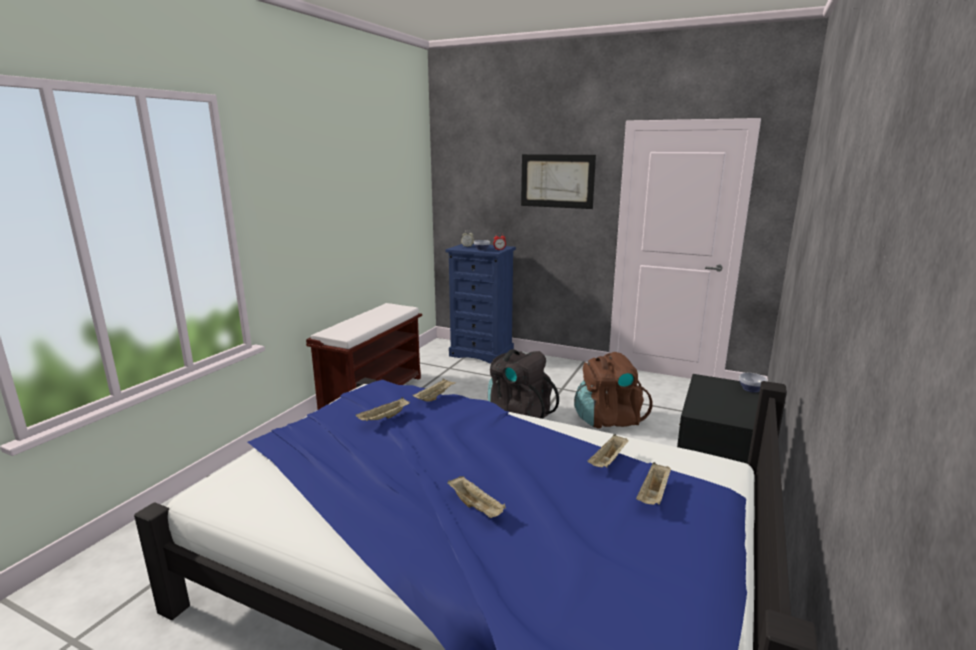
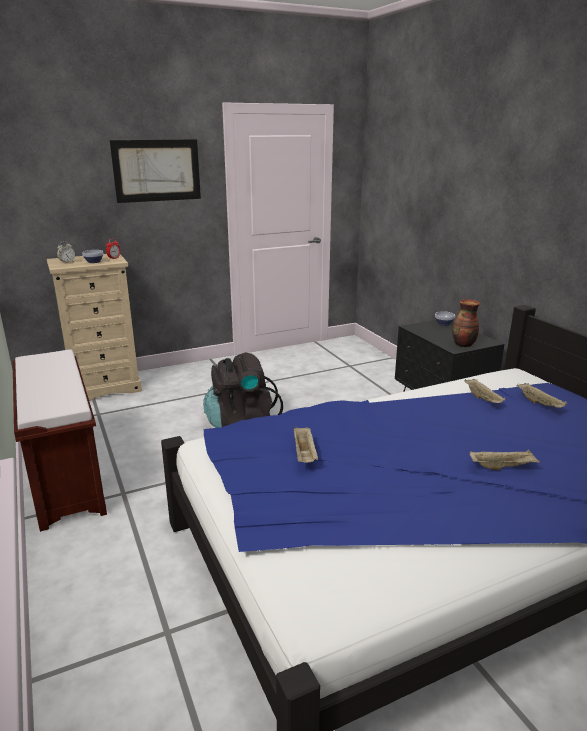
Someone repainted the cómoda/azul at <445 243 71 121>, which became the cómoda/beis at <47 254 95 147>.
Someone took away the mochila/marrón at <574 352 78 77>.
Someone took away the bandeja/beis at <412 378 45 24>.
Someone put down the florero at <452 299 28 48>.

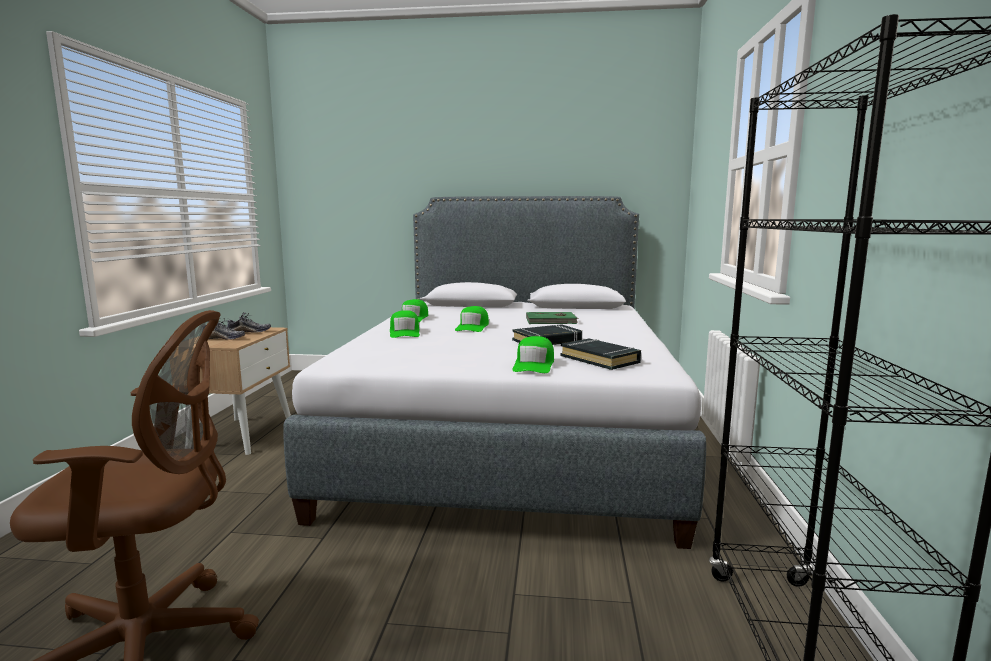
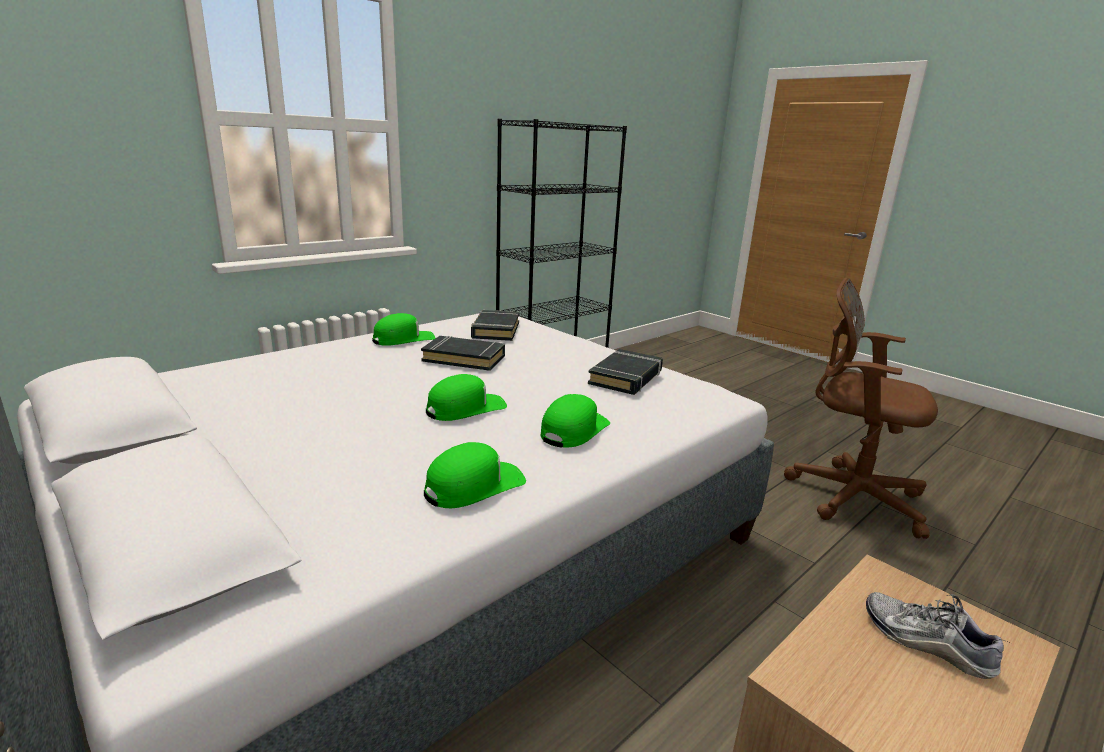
Someone took away the zapato at <227 312 44 21>.
Someone took away the libro/verde at <526 312 52 12>.
Someone carried the gorra/verde from <512 336 42 37> to <372 313 63 33>.
Someone put down the libro/negro at <588 349 75 46>.

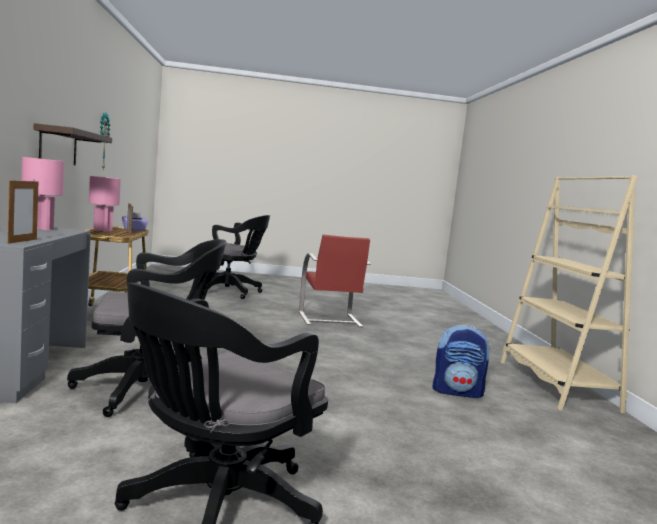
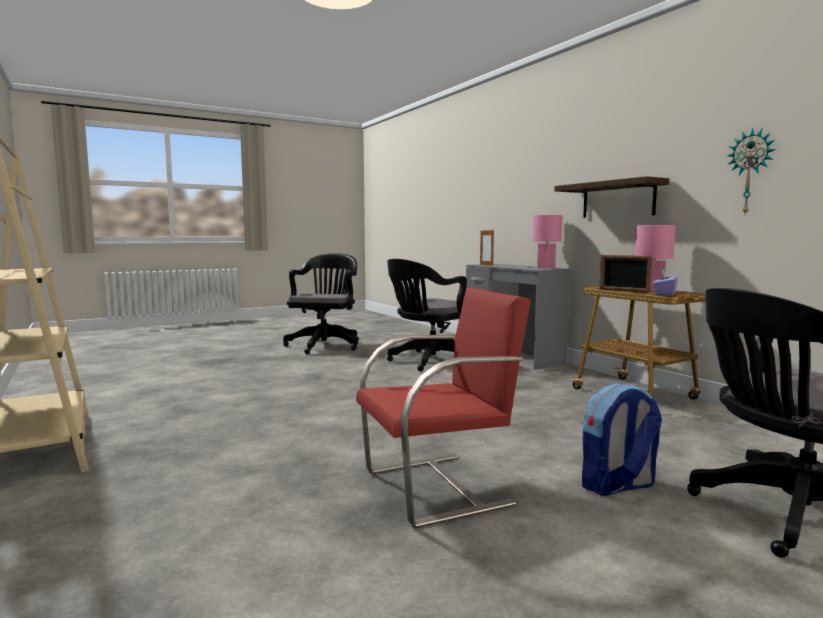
Someone rotated the silla/rojo at <299 234 72 93> by 105 degrees clockwise.
Someone carried the mochila from <432 325 58 73> to <582 383 80 113>.

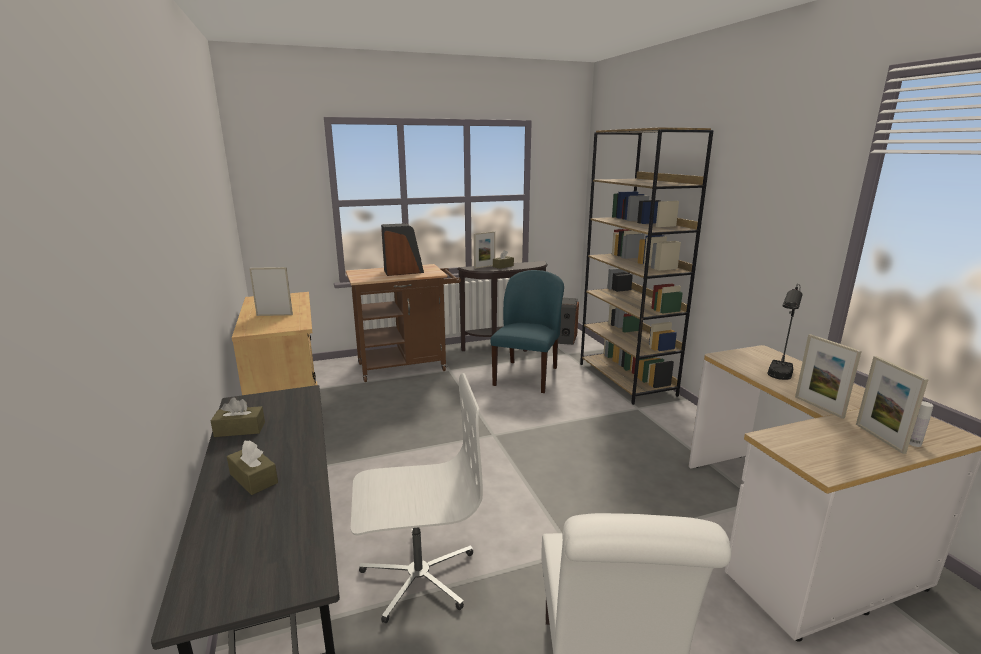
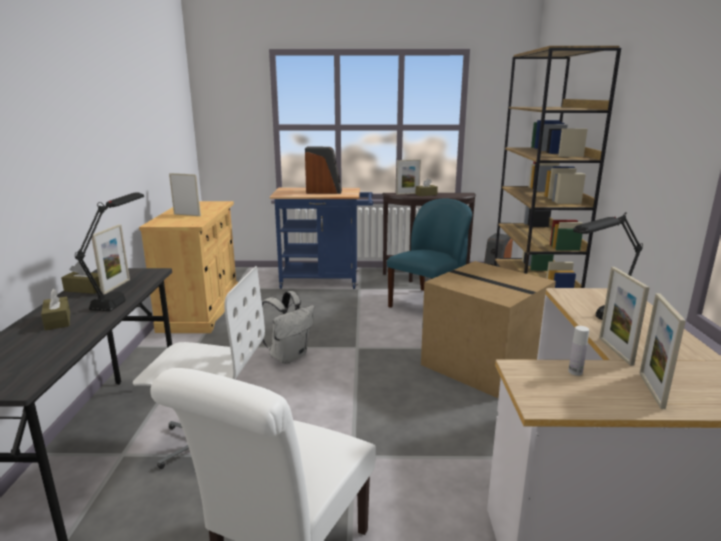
Someone repainted the carrito/marrón at <346 264 115 118>, which became the carrito/azul at <270 188 103 101>.
Someone carried the botella/blanco from <909 401 25 46> to <568 326 21 50>.
Someone put down the lámpara de mesa/negro at <75 192 69 119>.
Someone put down the portarretratos at <92 224 38 71>.
Someone put down the caja de cartón at <421 261 135 137>.
Someone put down the mochila/blanco at <262 291 53 73>.

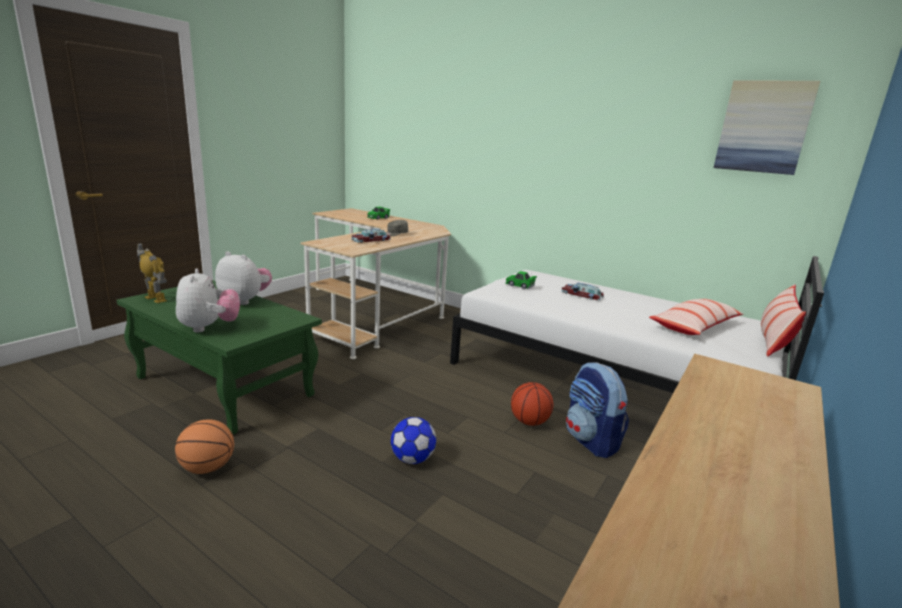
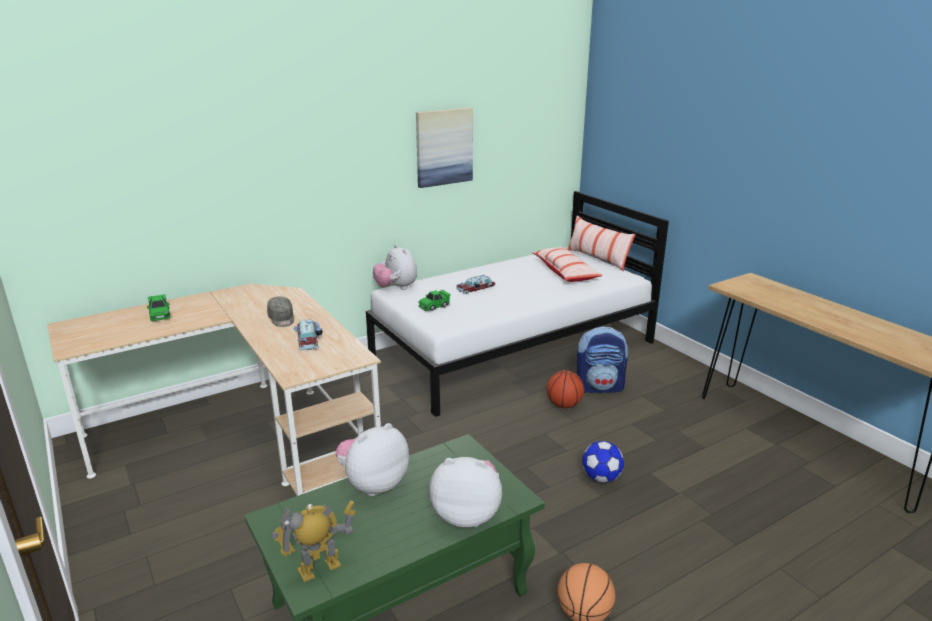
Someone carried the cuadro from <714 80 106 95> to <416 108 57 80>.
Someone put down the peluche at <373 245 44 45>.

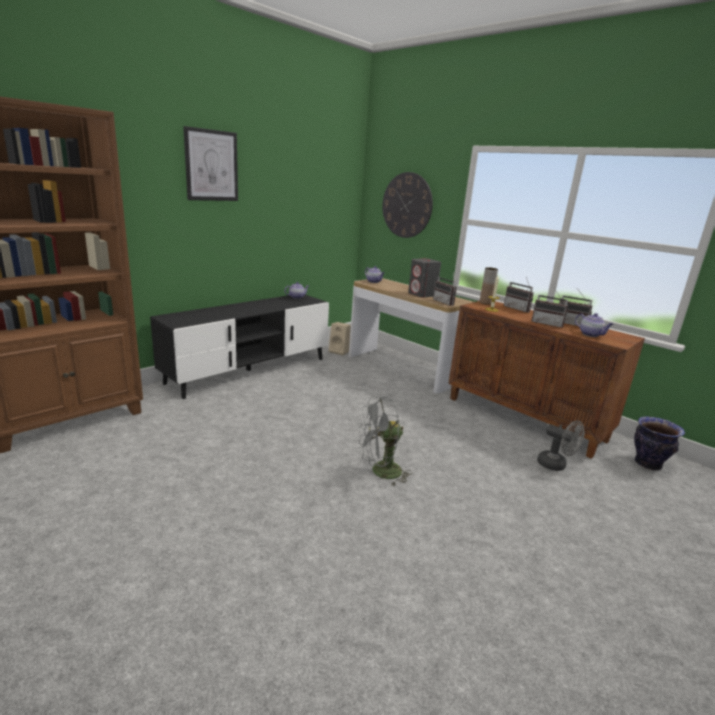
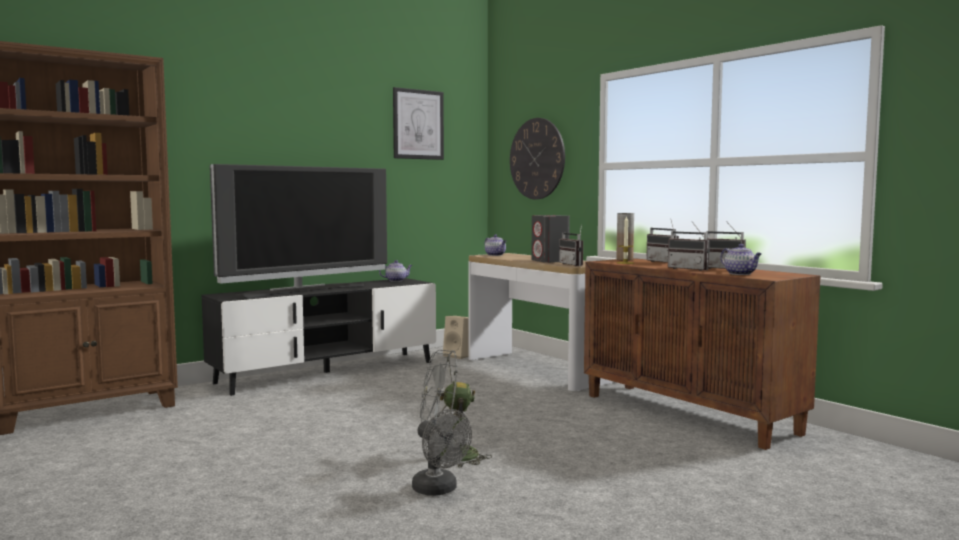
Someone carried the cuadro from <183 126 55 75> to <393 87 51 73>.
Someone took away the florero at <634 416 51 54>.
Someone carried the ventilador/gris from <537 421 48 50> to <412 409 60 87>.
Someone put down the televisor at <210 164 177 135>.

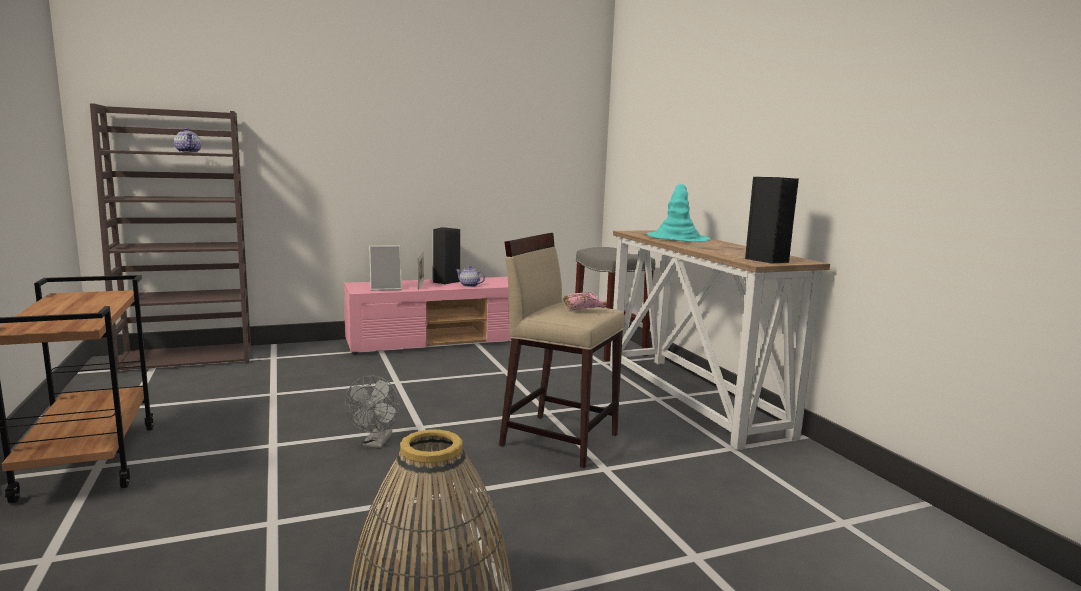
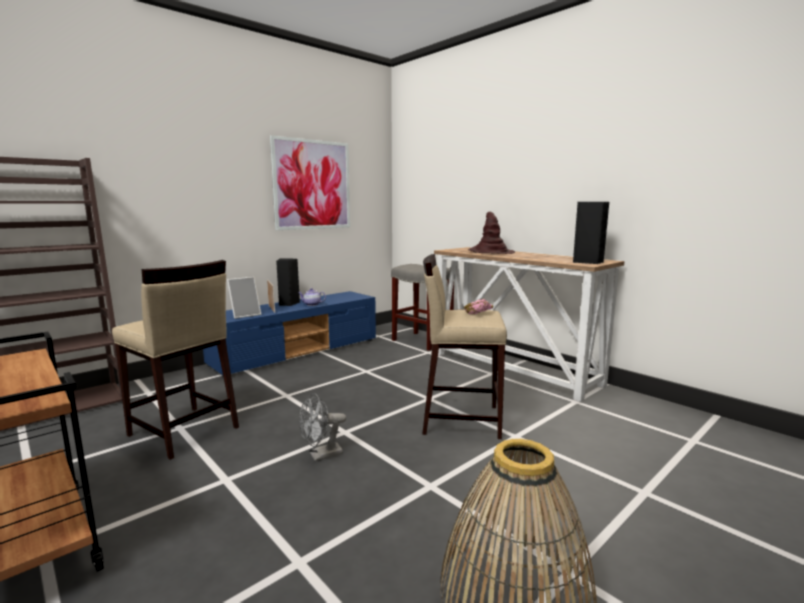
Someone took away the tetera at <174 128 27 25>.
Someone repainted the sombrero/turquesa at <647 184 64 58>, which became the sombrero/marrón at <468 212 47 42>.
Someone repainted the mueble de televisión/rosa at <344 277 167 78>, which became the mueble de televisión/azul at <203 291 173 87>.
Someone rotated the ventilador/gris at <345 376 55 72> by 75 degrees clockwise.
Someone put up the cuadro at <270 135 80 95>.
Someone put down the taburete/beis at <112 260 127 200>.

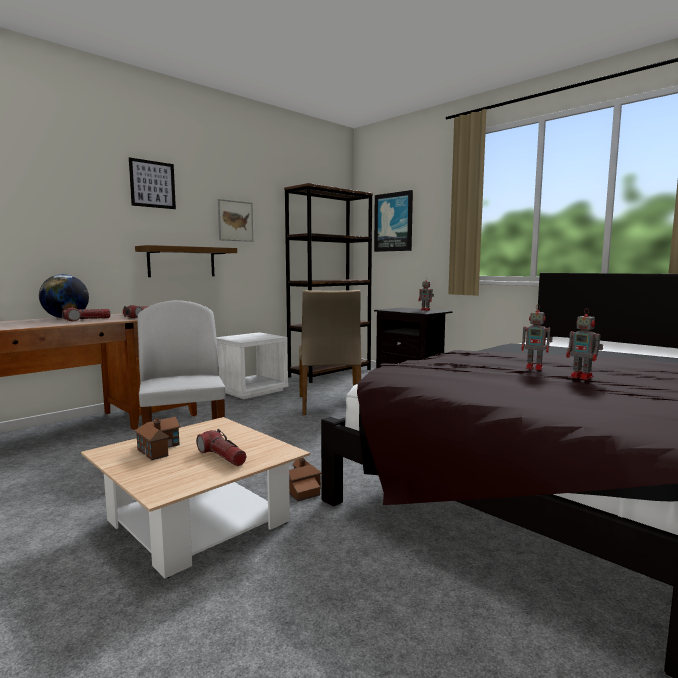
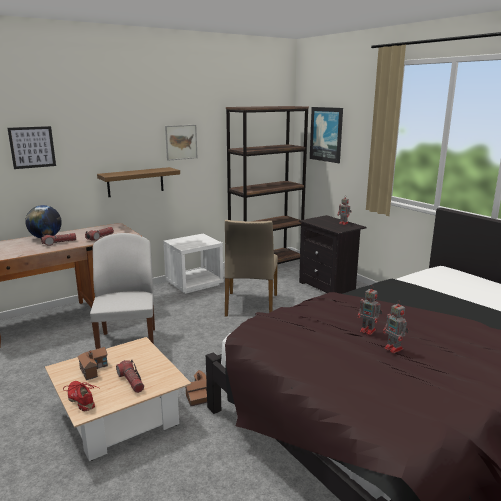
Someone carried the cuadro from <129 157 47 52> to <7 126 49 43>.
Someone put down the zapato/rojo at <63 381 36 30>.

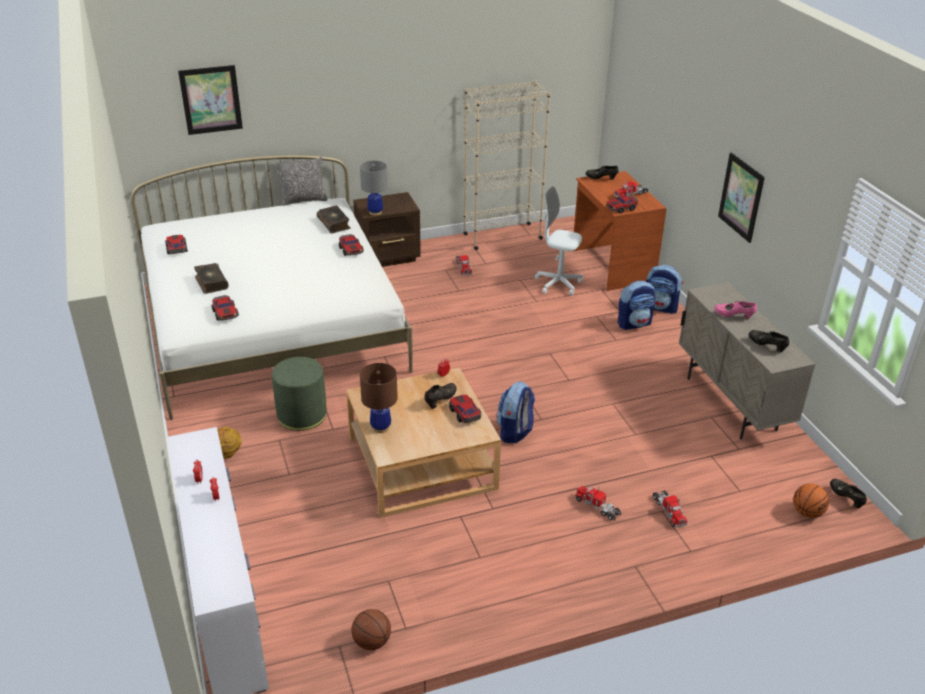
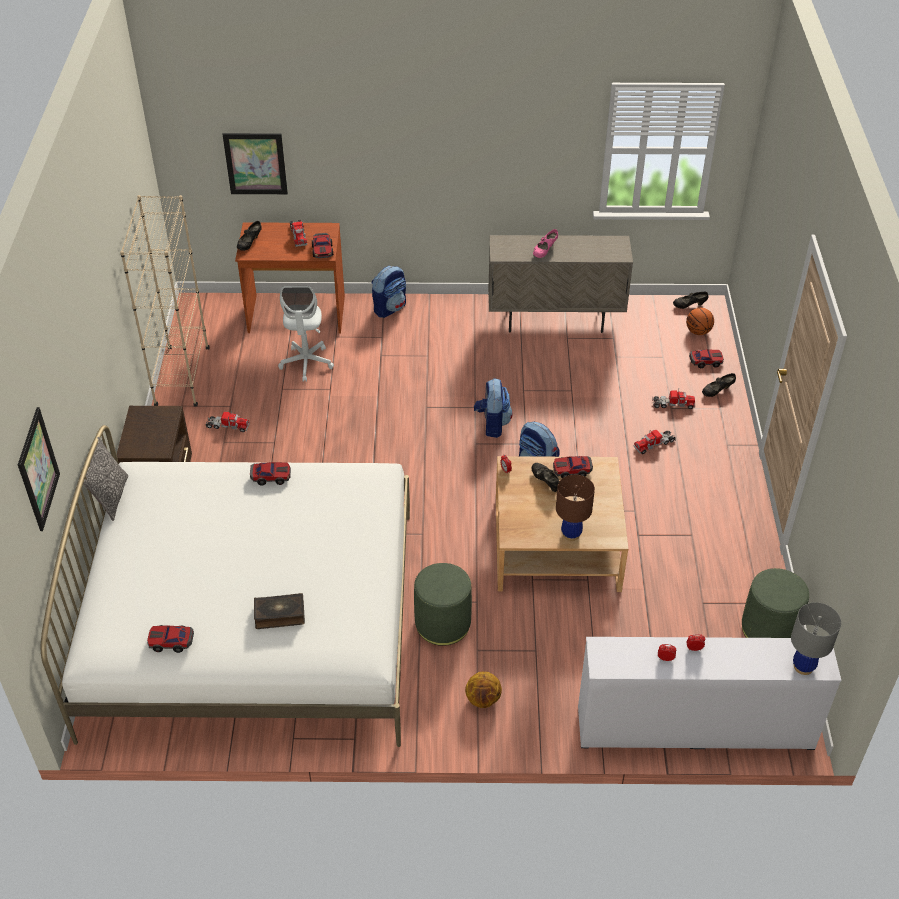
Someone carried the cuadro from <718 153 47 90> to <223 133 65 61>.
Someone carried the lámpara de mesa/gris from <360 161 28 54> to <791 602 50 73>.
Someone rotated the silla de oficina/blanco at <535 186 48 110> by 45 degrees counterclockwise.
Someone took away the libro at <317 205 33 29>.
Someone carried the mochila from <618 281 37 49> to <474 378 39 60>.
Someone carried the coche de juguete from <212 295 27 26> to <689 349 35 19>.
Someone carried the zapato/negro from <749 330 40 22> to <702 373 34 24>.
Someone swapped the balón de baloncesto at <351 609 40 41> for the puf/verde at <742 568 67 70>.

